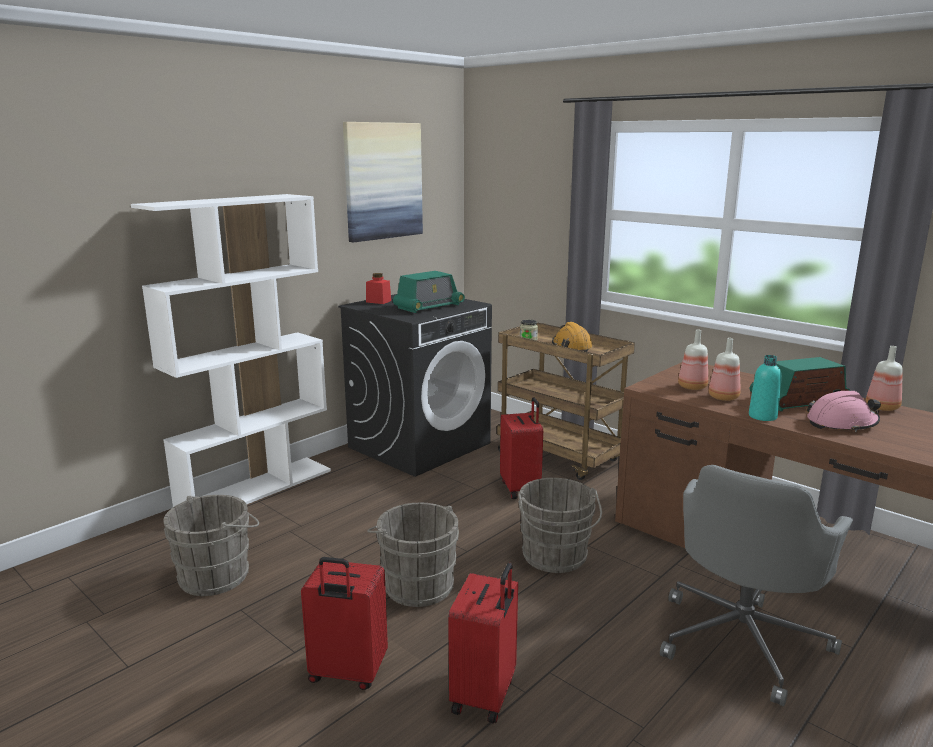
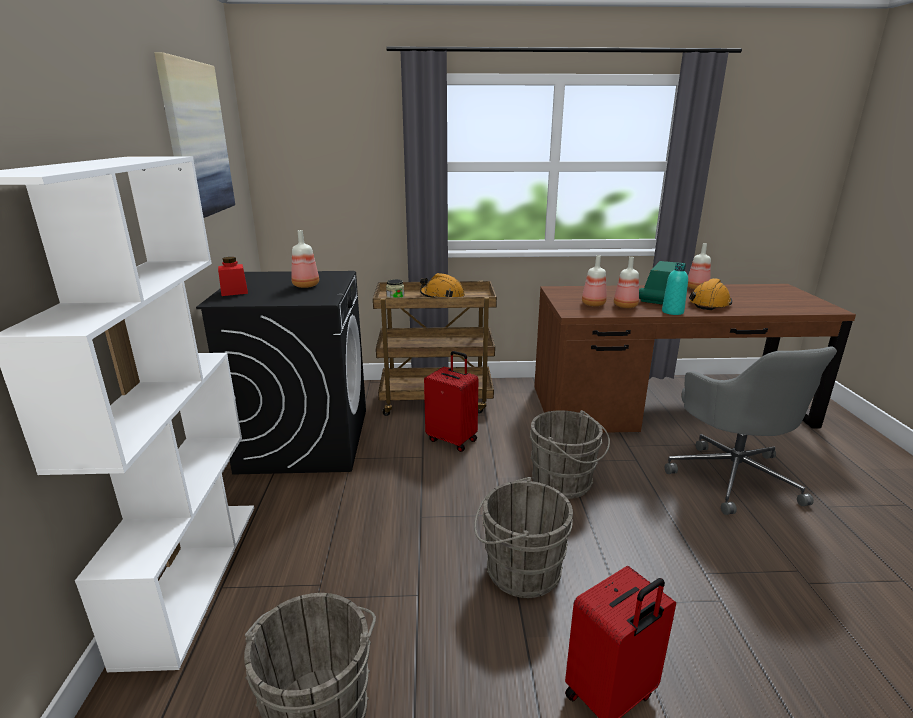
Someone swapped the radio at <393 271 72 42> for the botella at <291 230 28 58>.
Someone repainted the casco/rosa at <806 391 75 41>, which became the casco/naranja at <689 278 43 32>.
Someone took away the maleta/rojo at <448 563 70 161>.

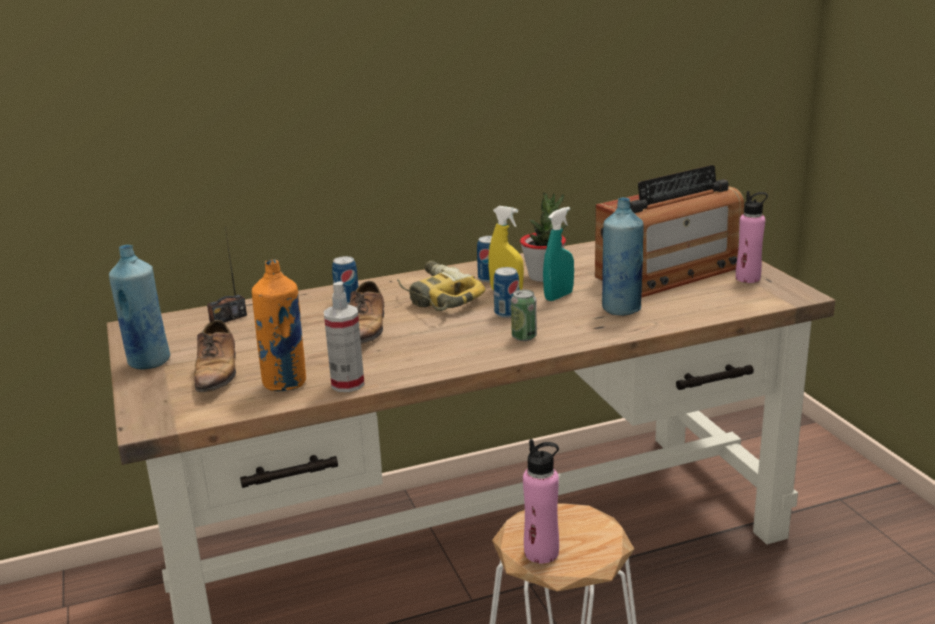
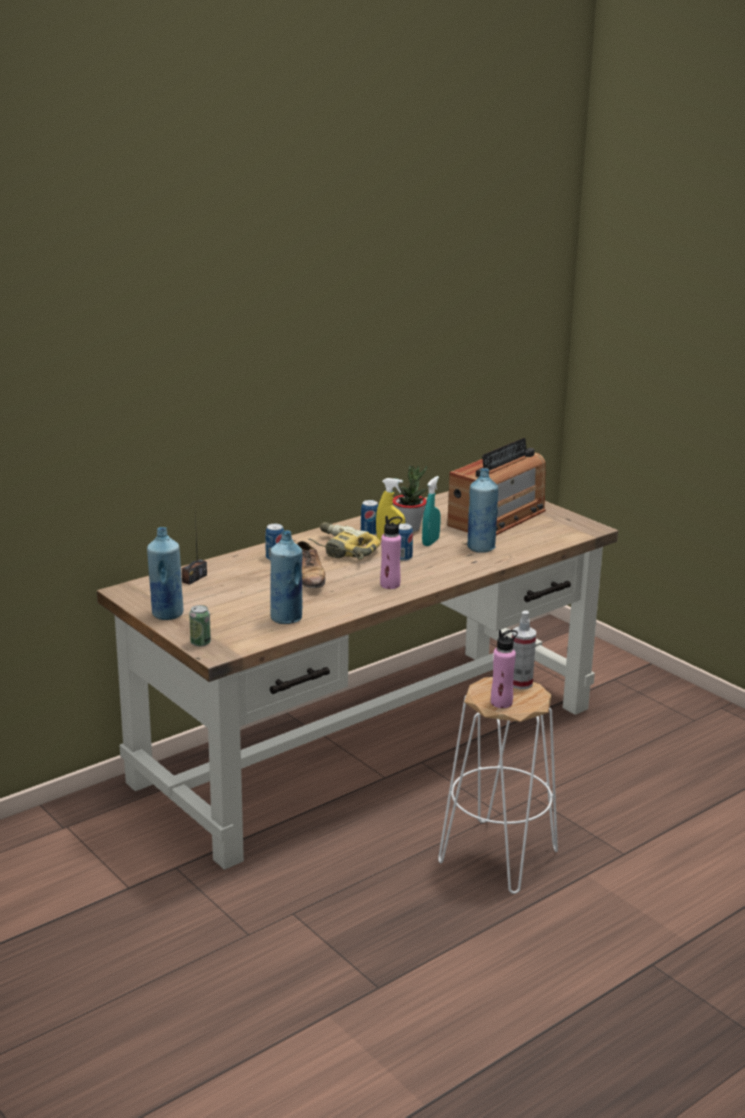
Someone carried the botella/rosa from <736 191 32 92> to <380 516 22 73>.
Someone repainted the botella/naranja at <252 260 54 131>, which became the botella/azul at <270 530 32 94>.
Someone carried the pulverizador from <324 281 41 111> to <512 611 24 78>.
Someone carried the lata from <511 290 26 51> to <189 605 22 42>.
Someone took away the zapato at <194 320 42 72>.

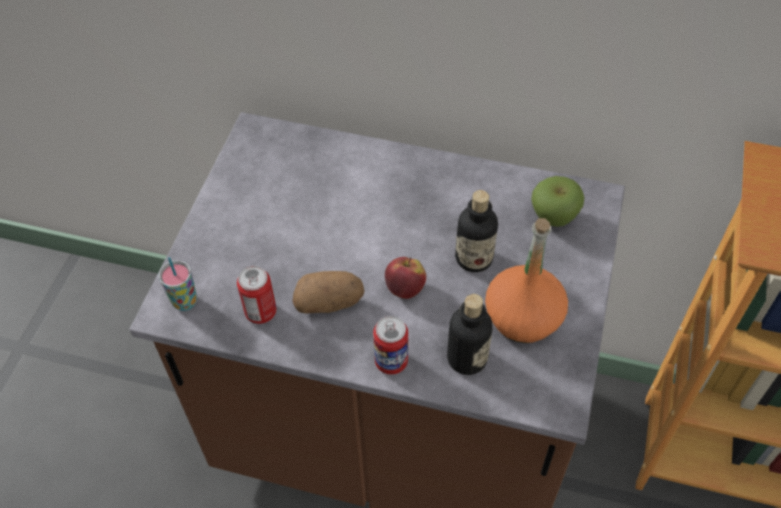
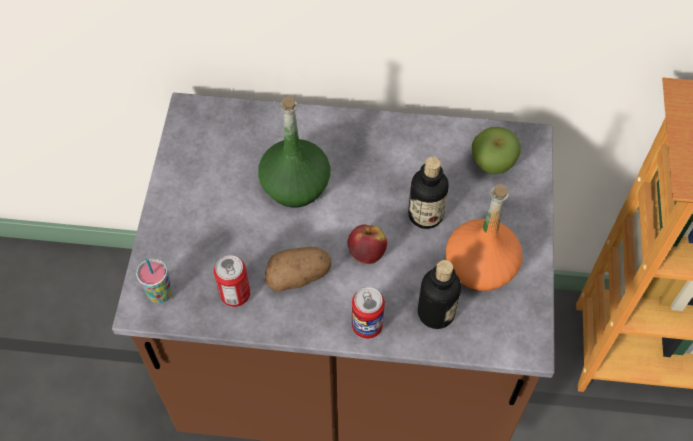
Someone put down the botella/verde at <258 96 72 111>.

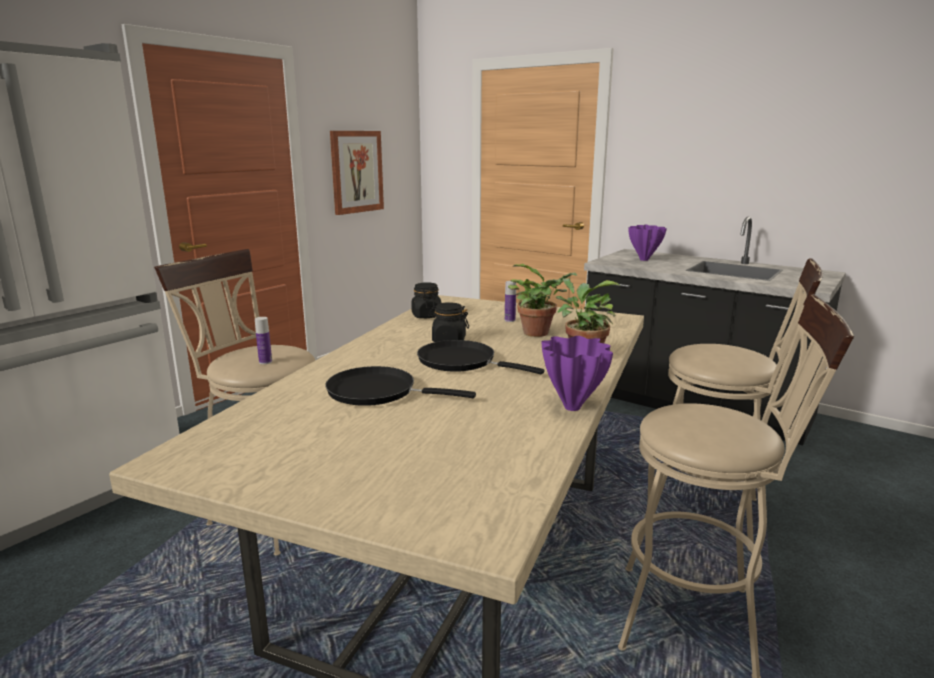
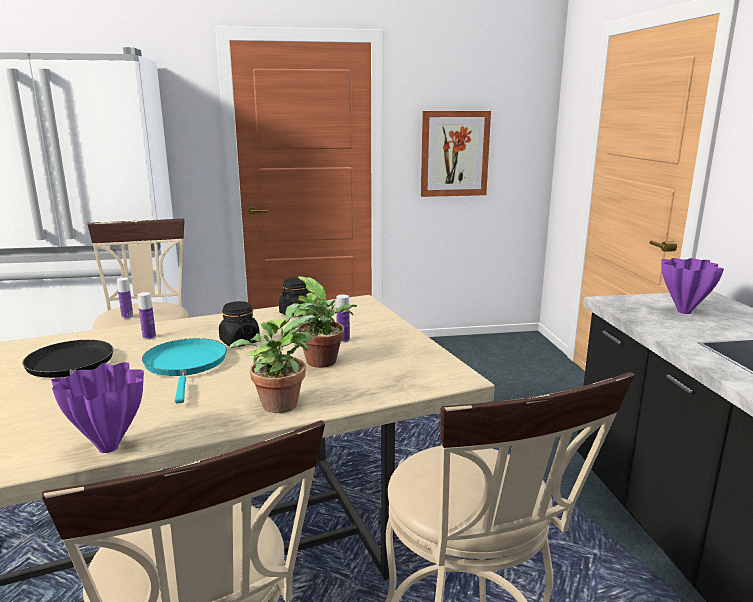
Someone repainted the sartén/negro at <417 340 127 34>, which became the sartén/turquesa at <142 338 85 66>.
Someone put down the botella at <137 292 19 48>.

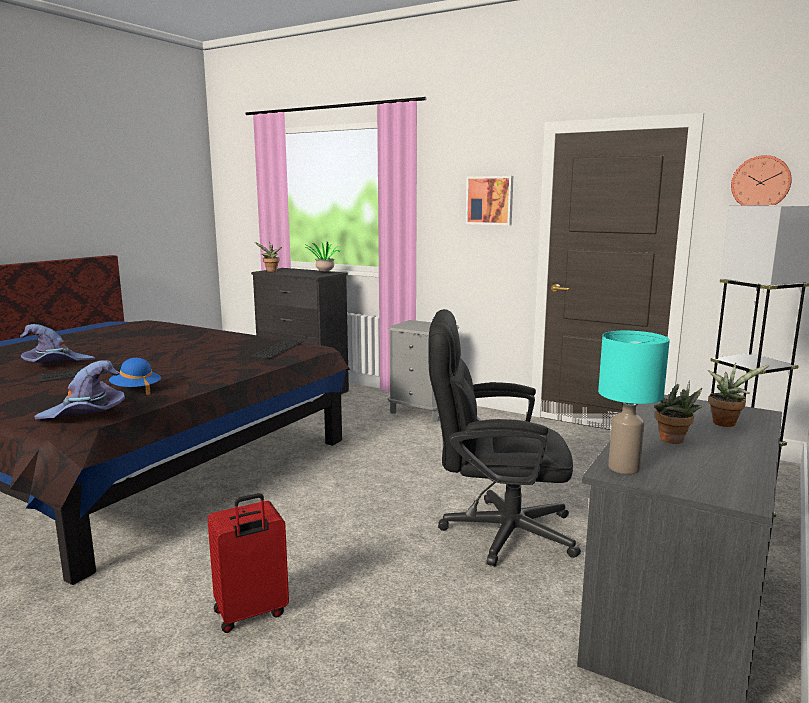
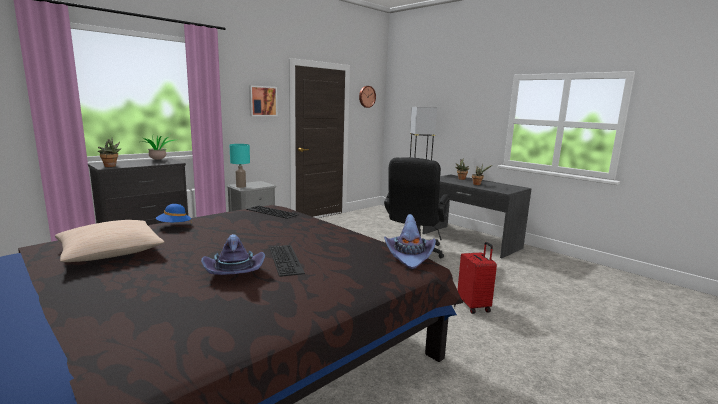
Someone carried the lámpara de mesa/turquesa from <598 331 72 143> to <229 144 21 44>.
Someone carried the sombrero/azul from <109 358 52 37> to <156 204 36 20>.
Someone put down the cojín/beis at <55 220 109 42>.

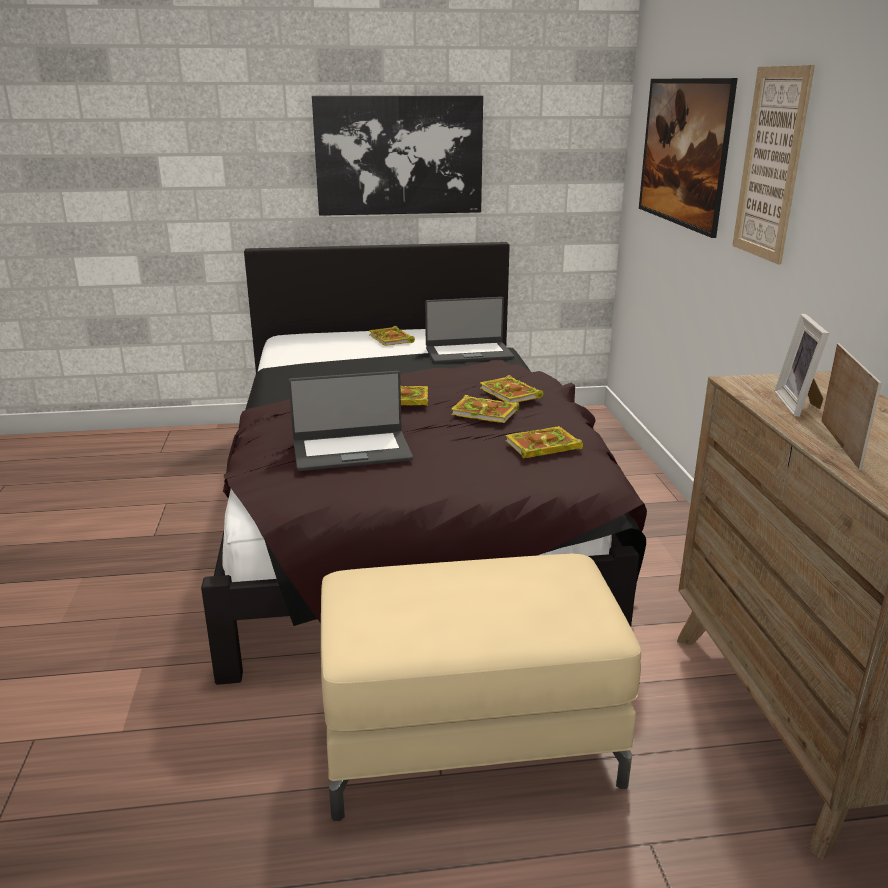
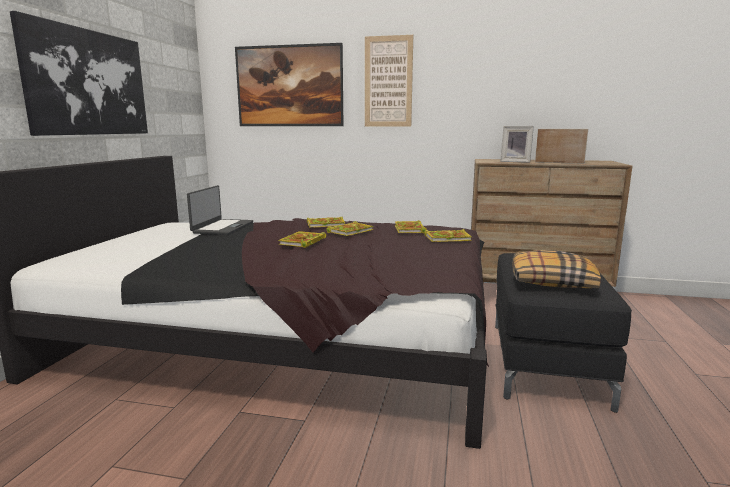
Someone carried the libro from <369 326 46 20> to <424 229 48 13>.
Someone took away the portátil at <288 371 125 100>.
Someone repainted the puf/beis at <321 554 320 267>, which became the puf/negro at <495 253 137 160>.
Someone put down the cojín at <512 250 89 38>.

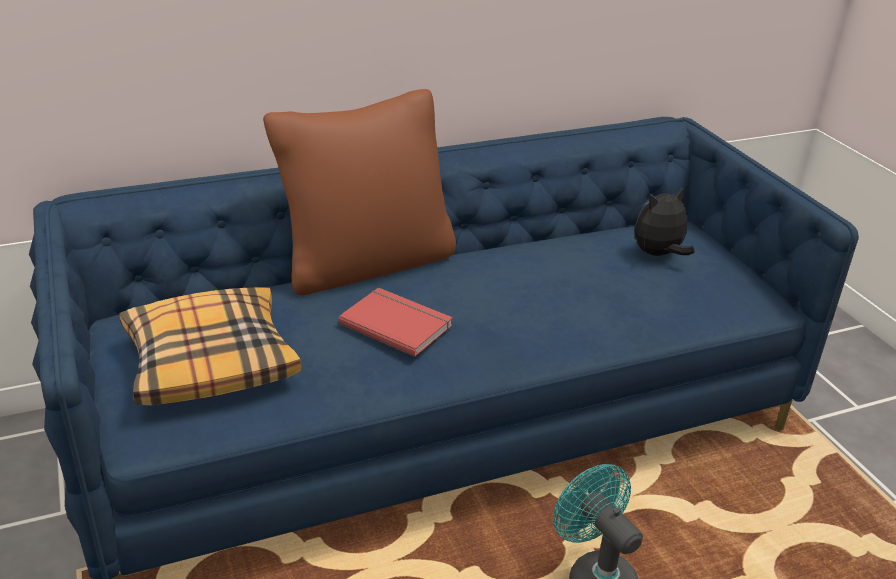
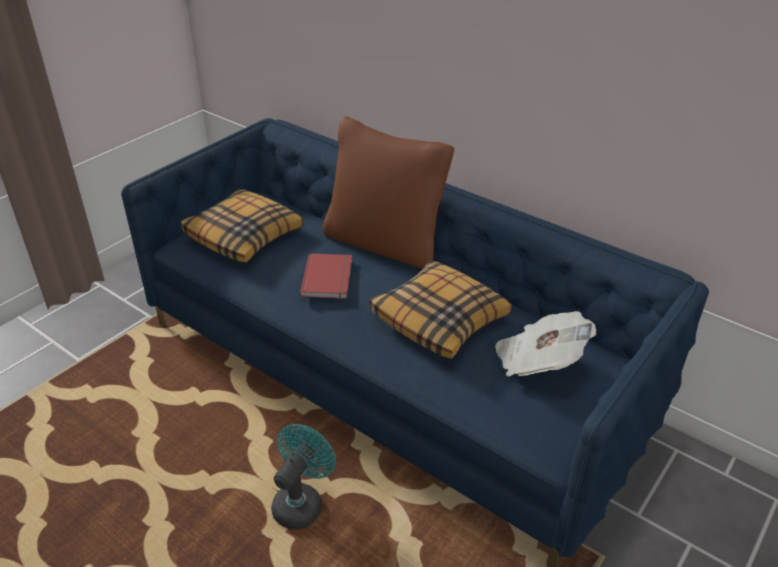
Someone swapped the peluche at <635 187 60 69> for the periódico at <495 311 101 66>.
Someone put down the cojín at <370 260 142 99>.

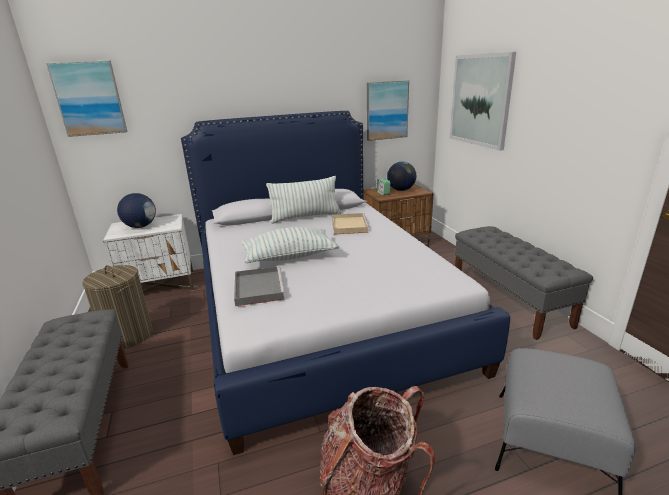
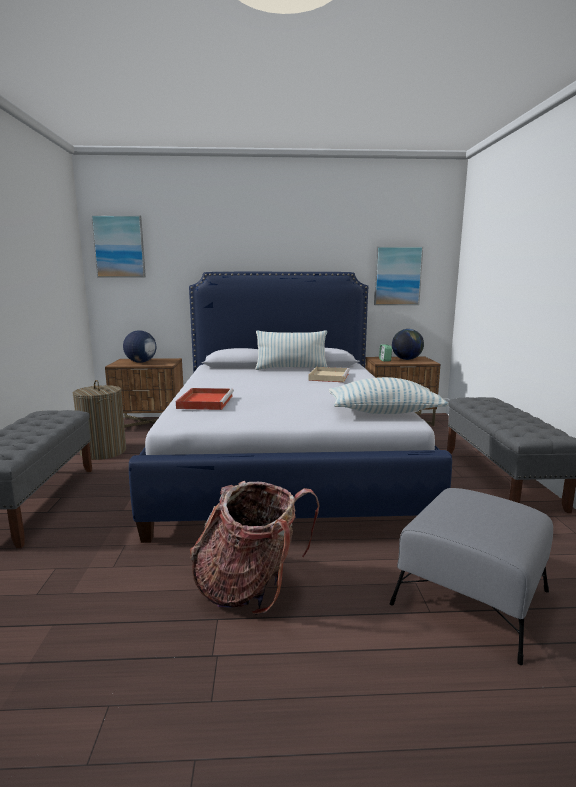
Someone took away the cuadro at <450 52 66 99>.
Someone repainted the mesita de noche/blanco at <103 214 91 79>, which became the mesita de noche/marrón at <105 358 78 70>.
Someone carried the cojín from <241 227 98 36> to <329 377 120 37>.
Someone repainted the bandeja/gris at <234 266 51 40>, which became the bandeja/rojo at <176 388 58 22>.

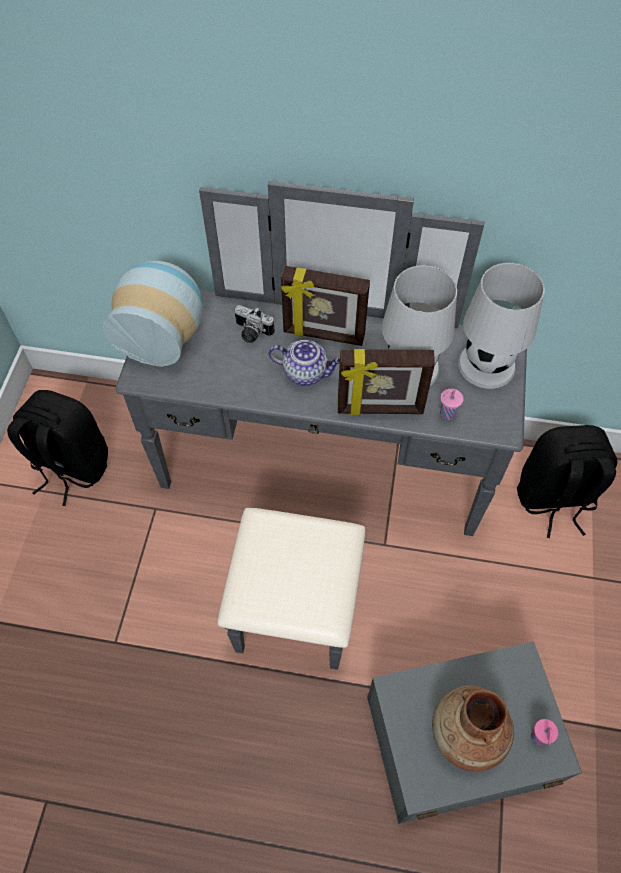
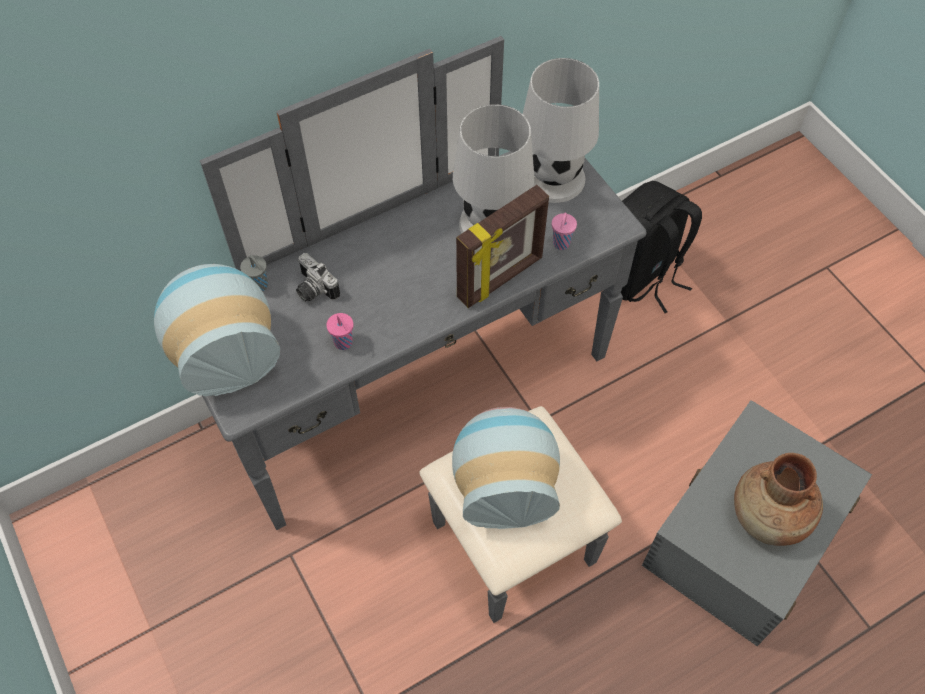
Someone took away the portarretratos at <281 266 89 80>.
Someone rotated the cámara at <234 305 41 38> by 60 degrees clockwise.
Someone took away the tetera at <269 340 71 46>.
Someone took away the mochila/negro at <7 390 101 116>.
Someone carried the taza/rosa from <531 719 27 26> to <326 313 28 37>.
Someone put down the taza/gris at <240 255 28 36>.
Someone put down the florero at <452 407 108 122>.

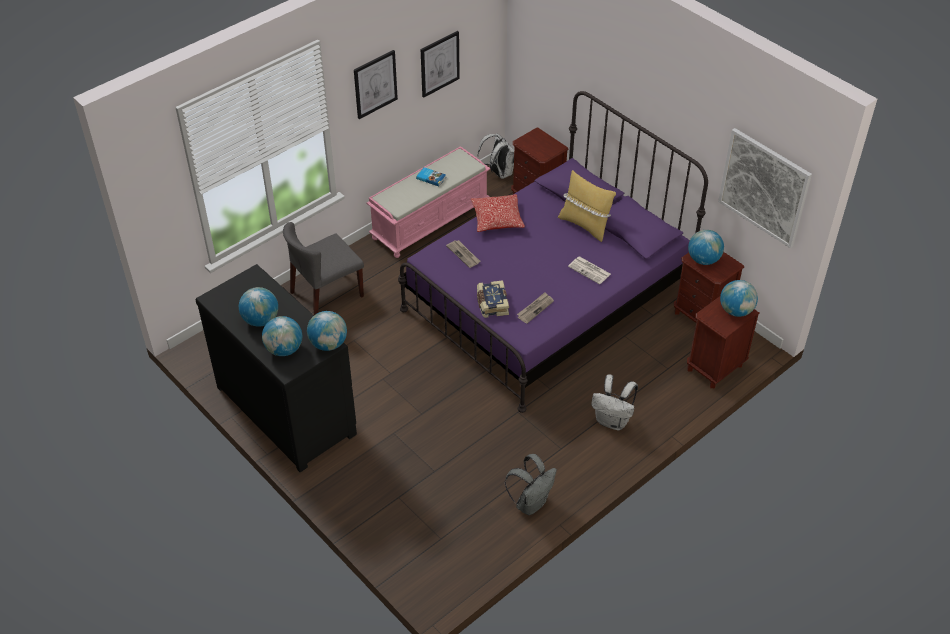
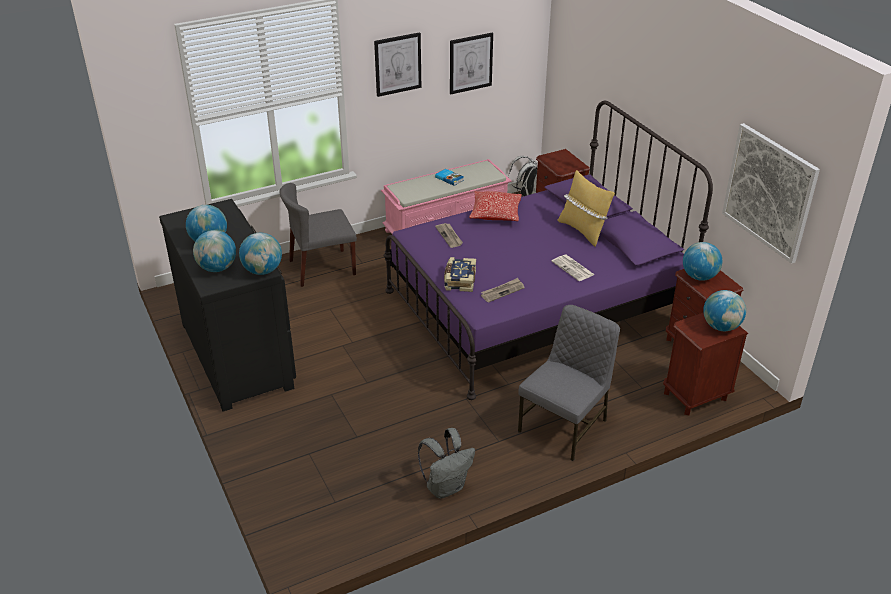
Someone swapped the mochila/blanco at <591 374 47 56> for the silla/gris at <518 305 102 156>.

